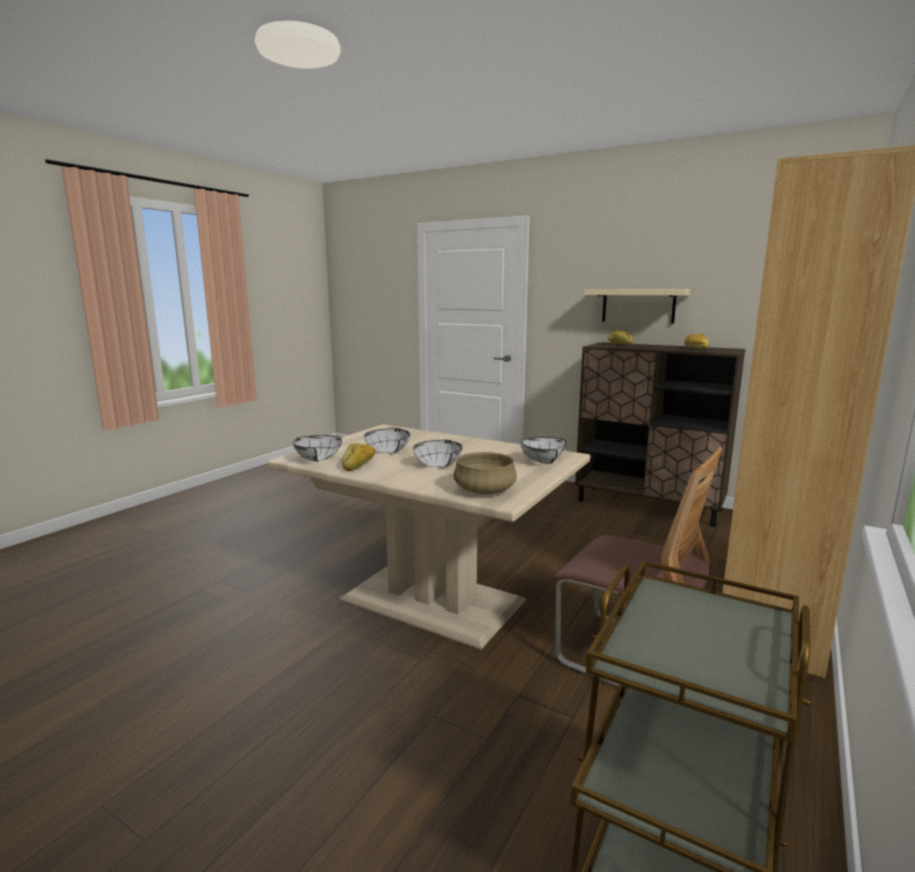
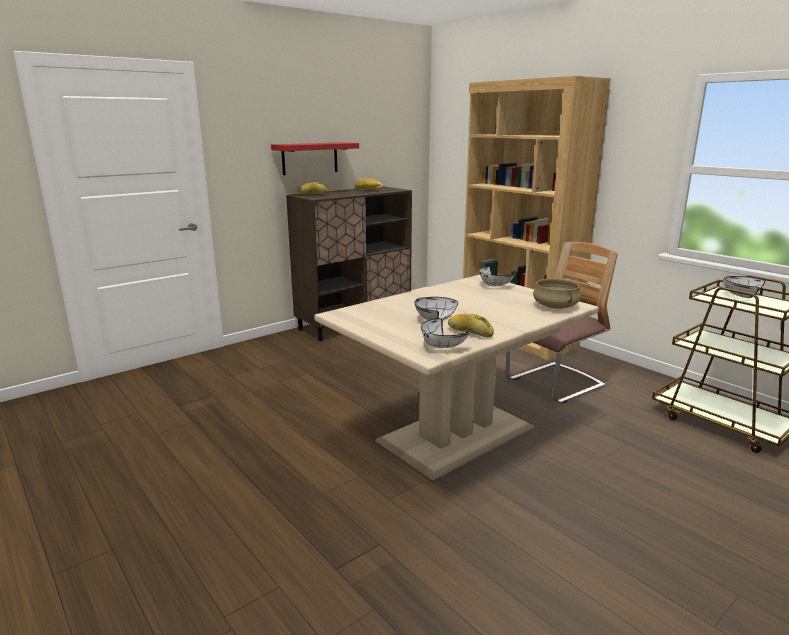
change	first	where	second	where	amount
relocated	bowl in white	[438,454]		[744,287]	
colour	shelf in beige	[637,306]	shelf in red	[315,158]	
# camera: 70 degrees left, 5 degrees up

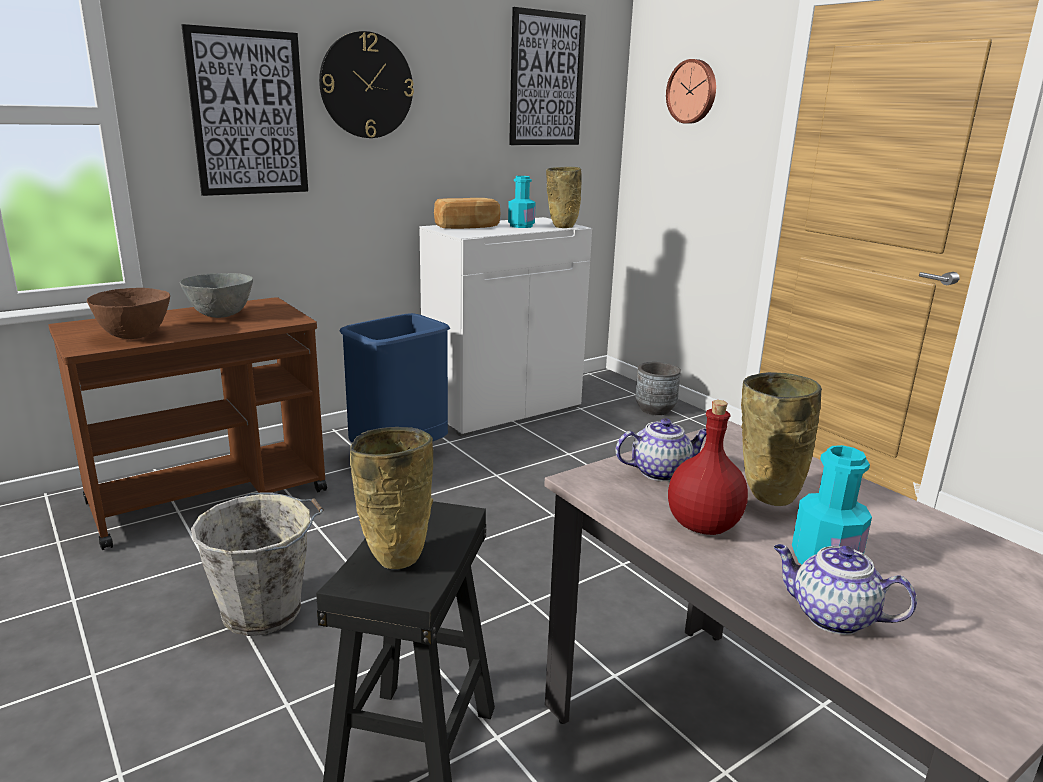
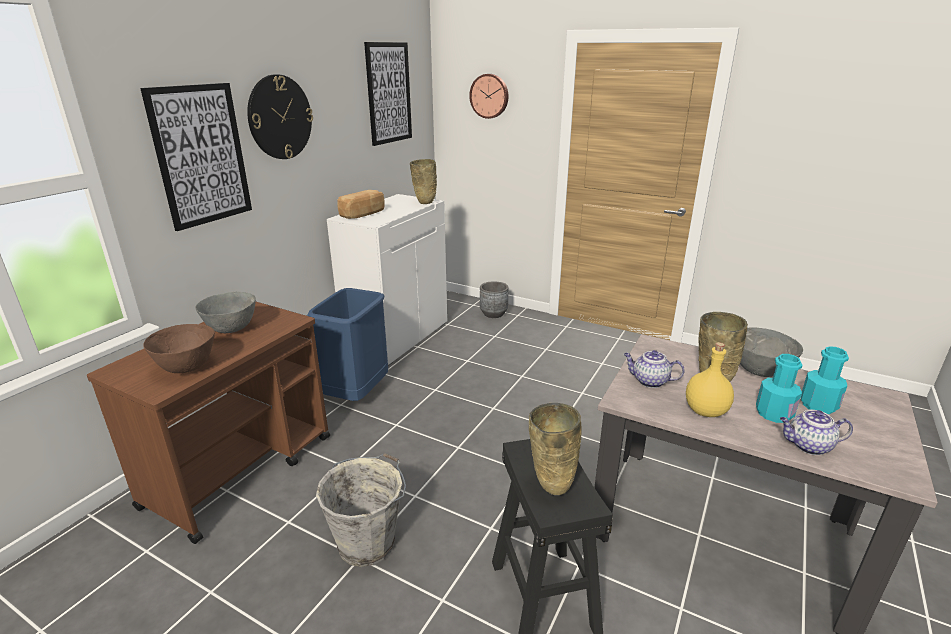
change	first	where	second	where	amount
appeared			bowl in grey	[771,352]	
relocated	bottle in turquoise	[522,202]		[825,380]	
colour	bottle in red	[708,467]	bottle in yellow	[710,379]	
spun	teapot	[660,449]		[654,369]	120 degrees counterclockwise
# camera: 25 degrees left, 5 degrees up

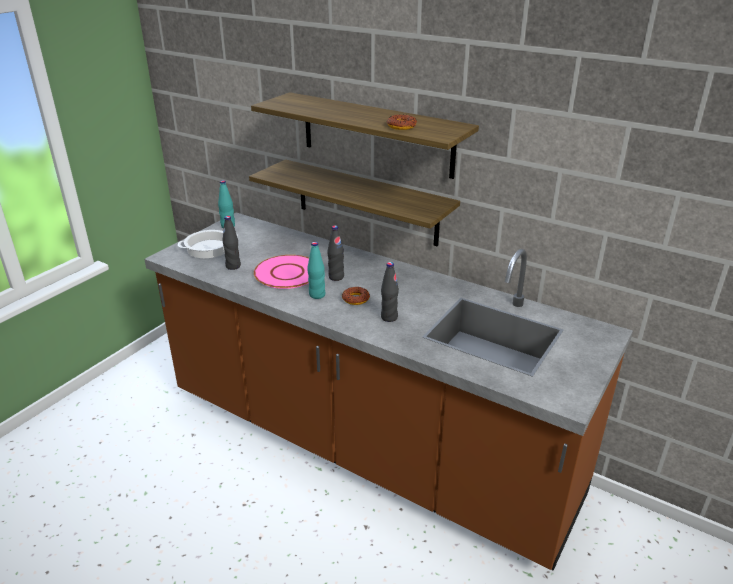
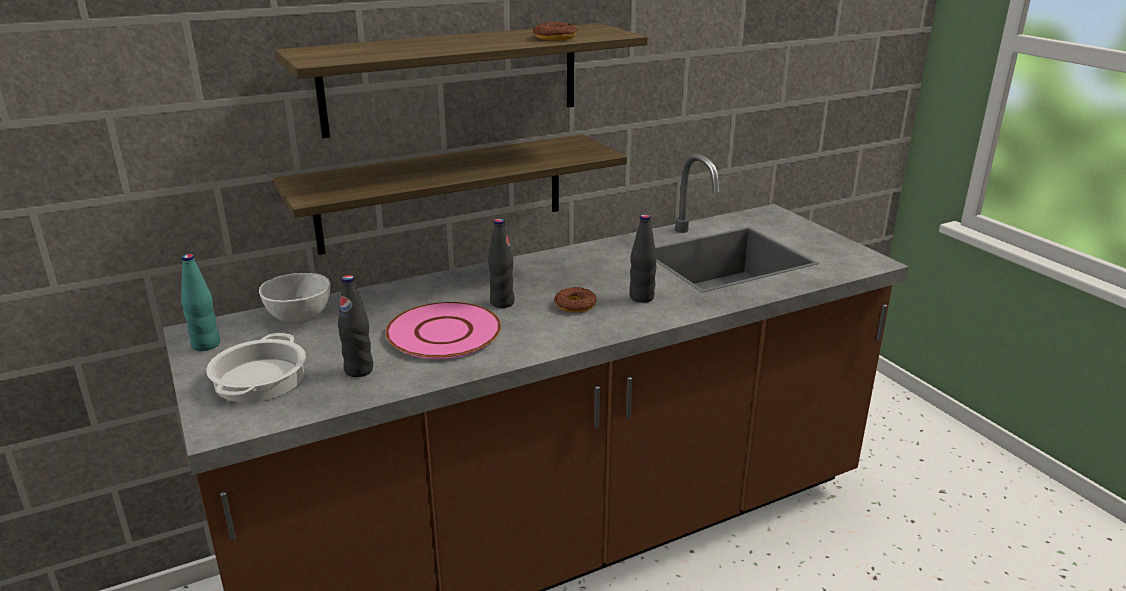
change	first	where	second	where	amount
missing	bottle in turquoise	[316,270]			
appeared			bowl in white	[295,298]	
# camera: 60 degrees left, 5 degrees down

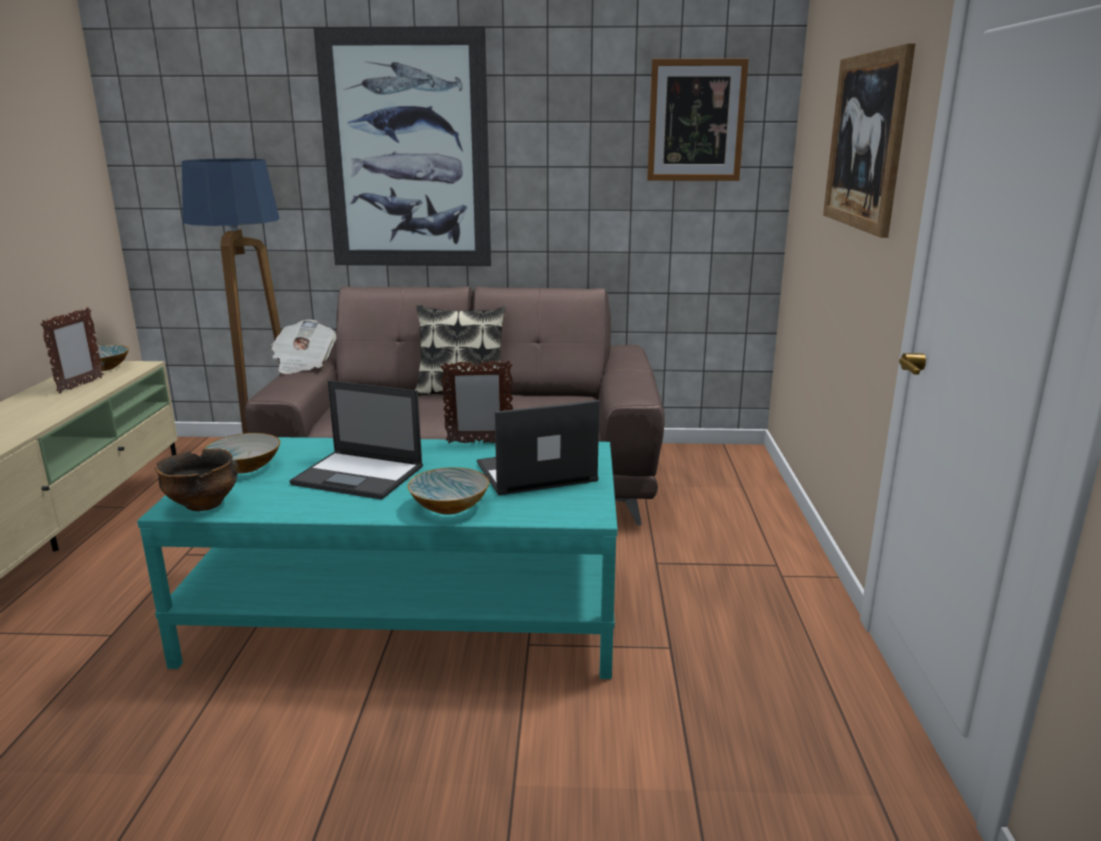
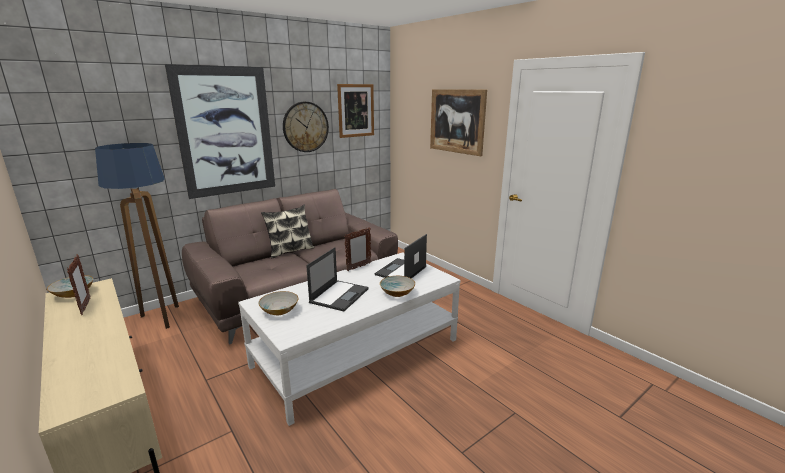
change	first	where	second	where	amount
missing	bowl	[196,480]			
missing	newspaper	[304,347]			
appeared			wall clock	[306,127]	
colour	coffee table in turquoise	[377,558]	coffee table in white	[349,339]	
spun	laptop	[356,440]		[337,279]	45 degrees counterclockwise
# camera: 40 degrees left, 0 degrees up

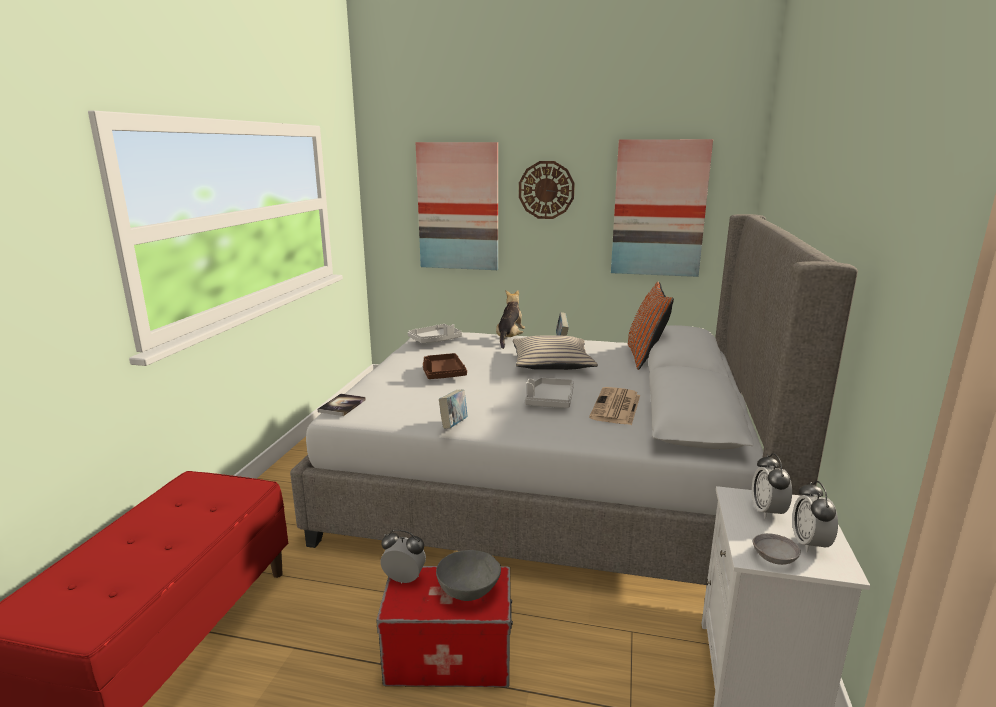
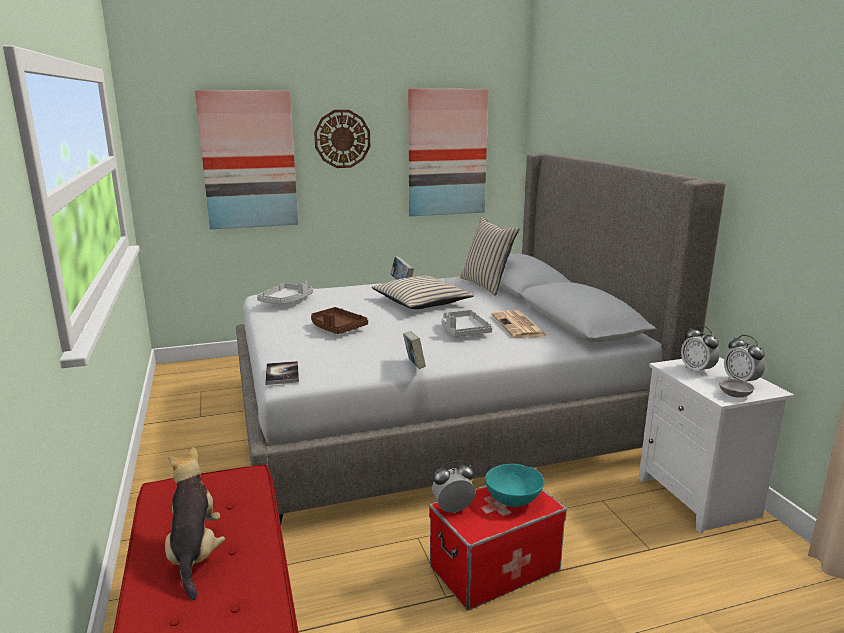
change	first	where	second	where	amount
relocated	plush toy	[510,319]		[195,523]	
colour	bowl in grey	[468,575]	bowl in turquoise	[514,485]	
colour	pillow in orange	[651,326]	pillow in beige	[490,256]	
# camera: 30 degrees left, 0 degrees up

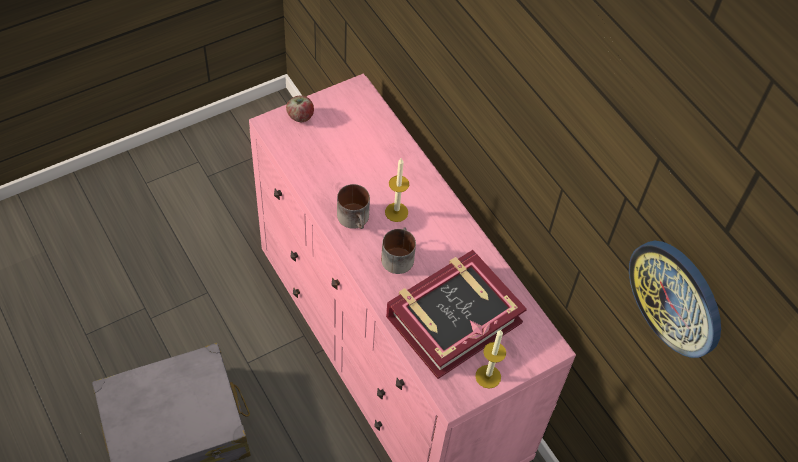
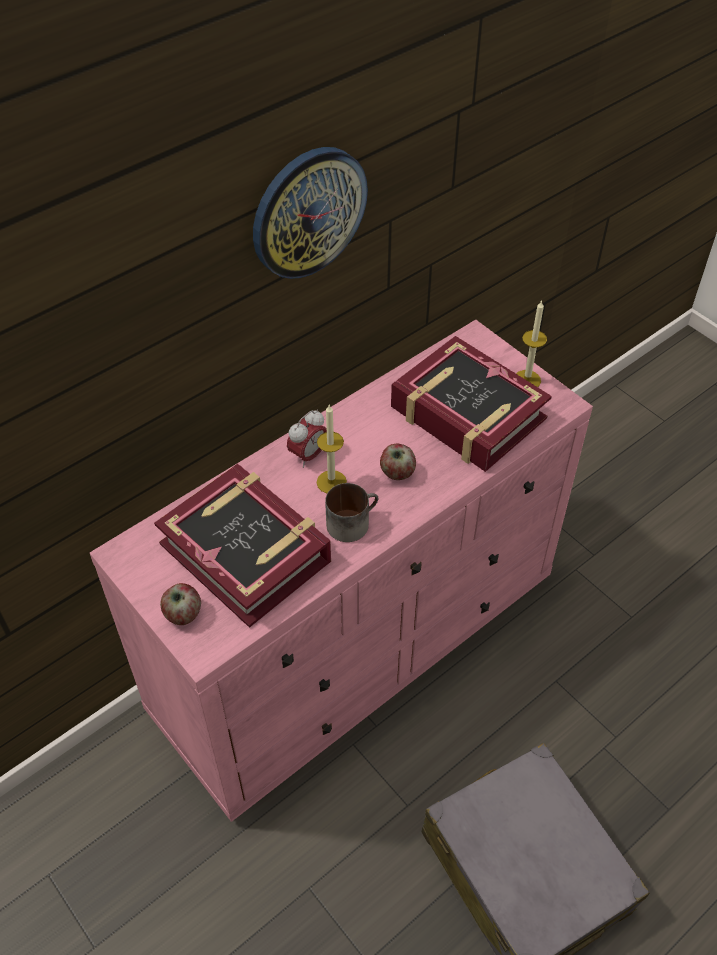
change	first	where	second	where	amount
appeared			book	[242,546]	
appeared			alarm clock	[307,439]	
relocated	wall clock	[675,299]		[310,213]	
exchanged	mug	[398,251]	apple	[398,462]	
# camera: 95 degrees left, 5 degrees down

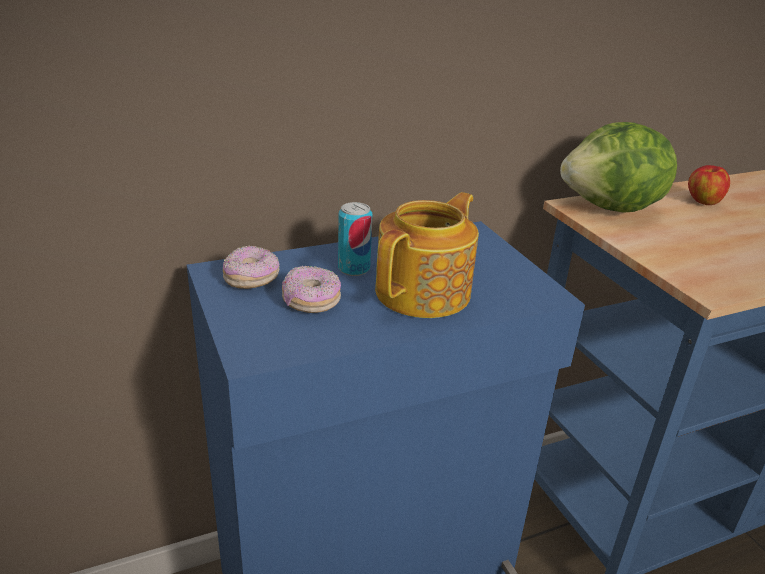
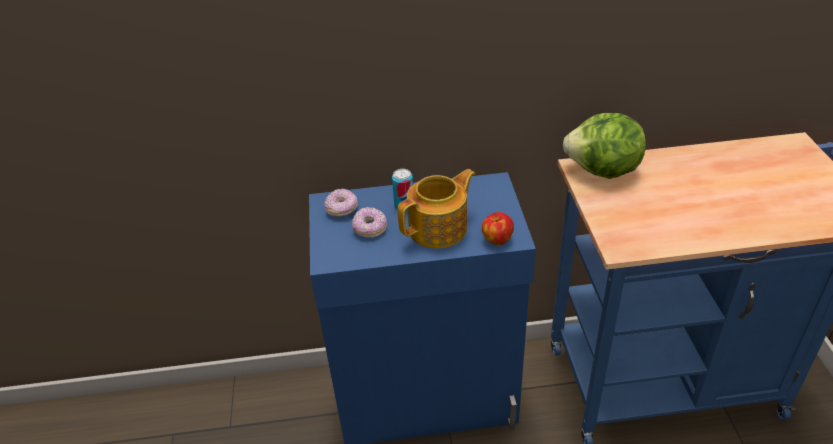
change	first	where	second	where	amount
relocated	apple	[709,185]		[498,228]	
# camera: 20 degrees right, 10 degrees up

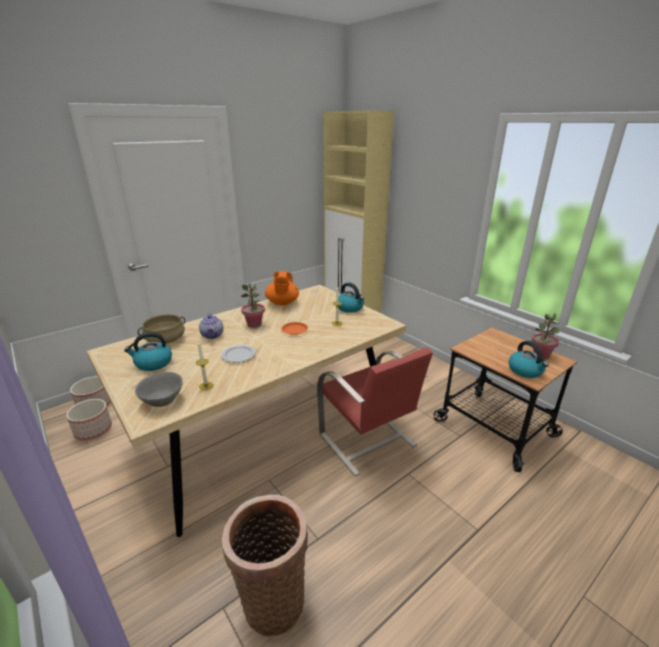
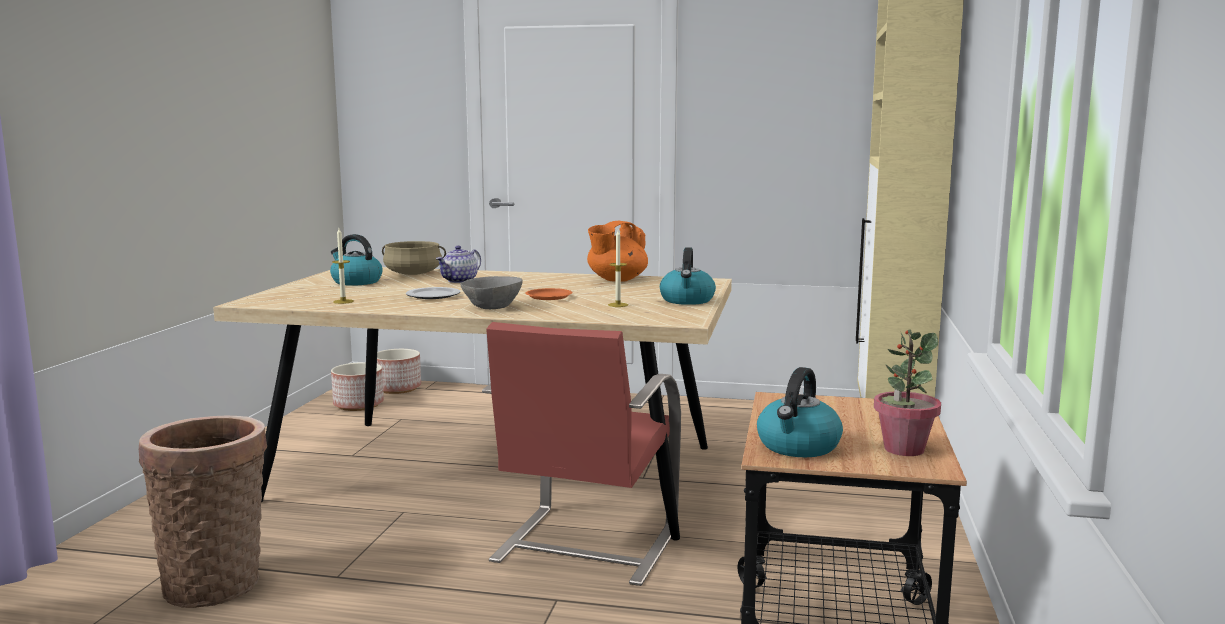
change	first	where	second	where	amount
missing	potted plant	[253,306]			
relocated	bowl in grey	[158,389]		[491,292]	
# camera: 50 degrees right, 15 degrees down

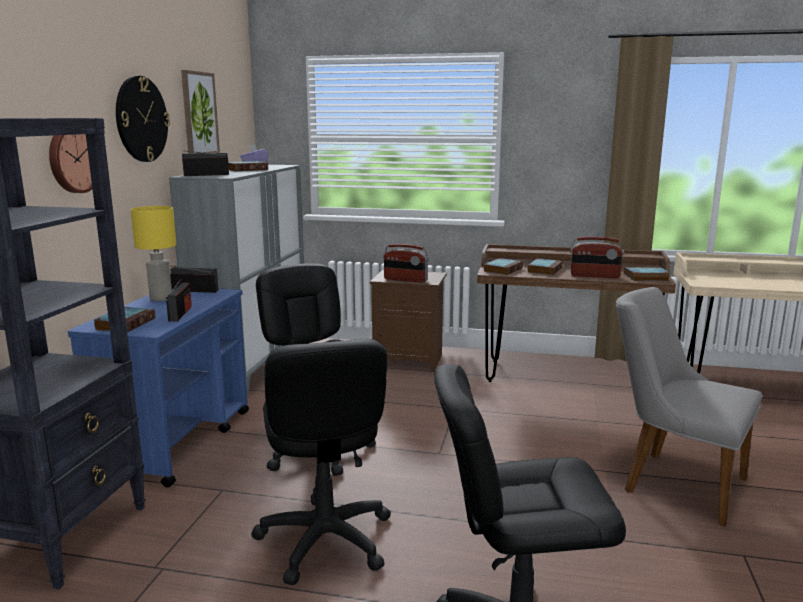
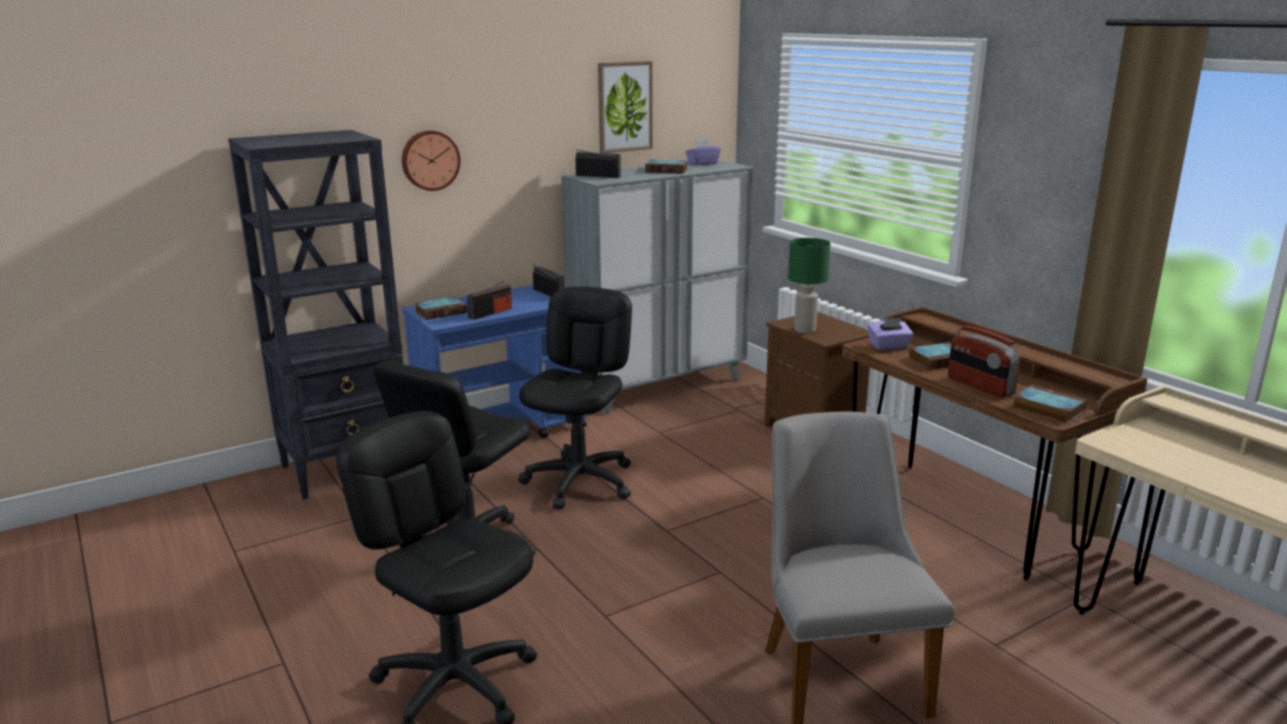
change	first	where	second	where	amount
missing	wall clock	[143,119]			
missing	table lamp in yellow	[154,253]			
exchanged	radio	[406,263]	table lamp in green	[809,286]	
exchanged	book	[503,266]	tissue box in purple	[890,334]	
# camera: 45 degrees right, 5 degrees up

